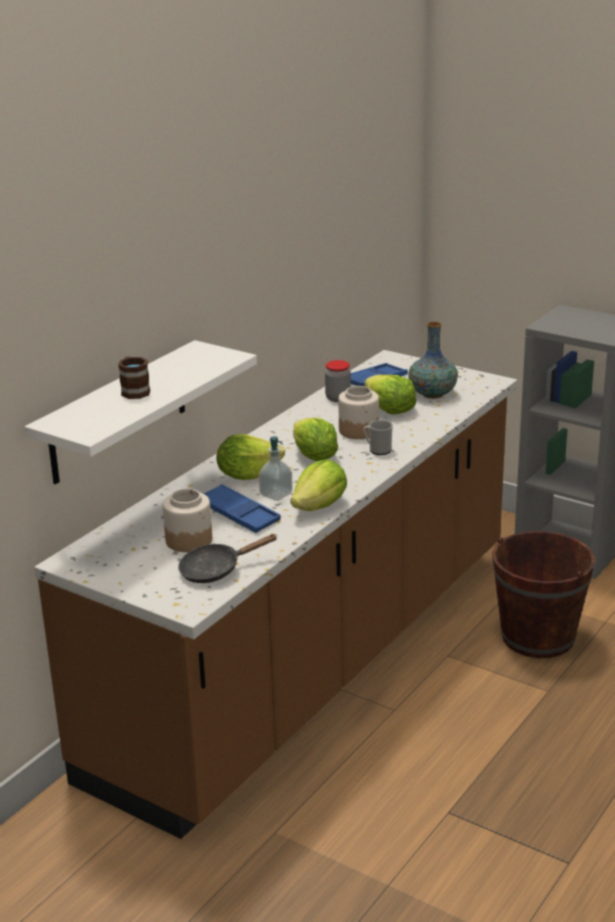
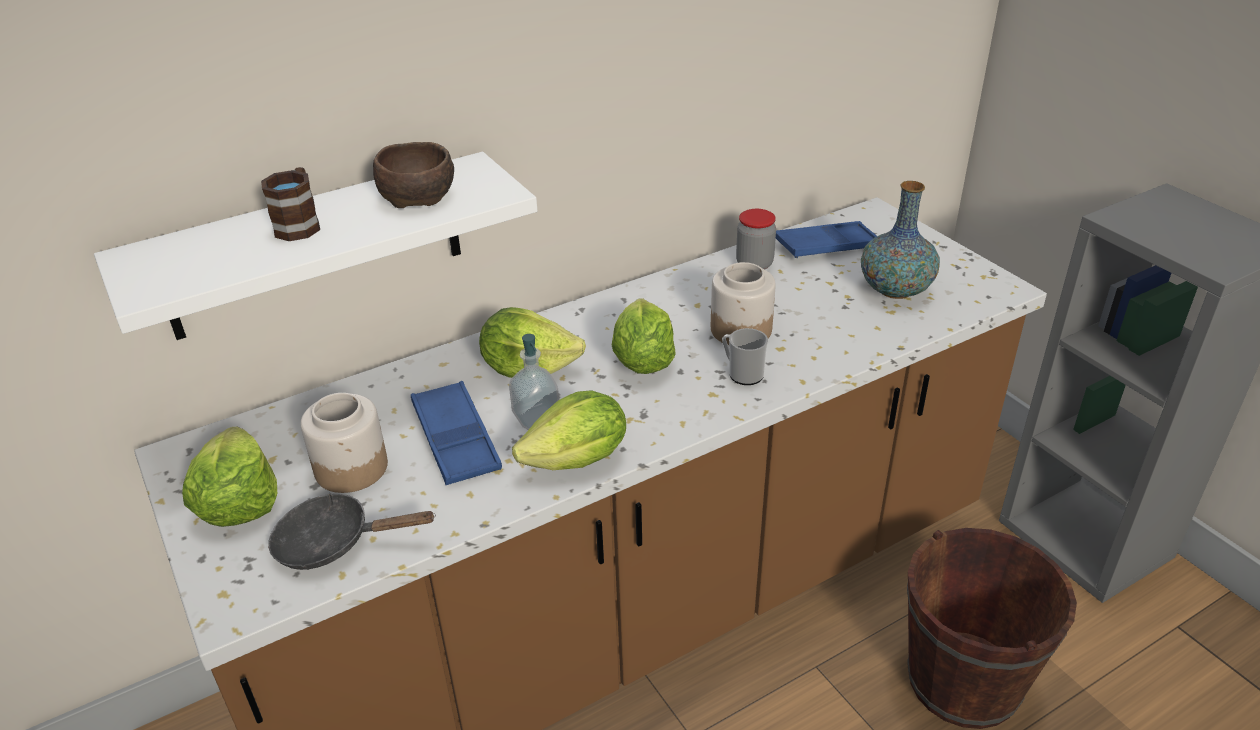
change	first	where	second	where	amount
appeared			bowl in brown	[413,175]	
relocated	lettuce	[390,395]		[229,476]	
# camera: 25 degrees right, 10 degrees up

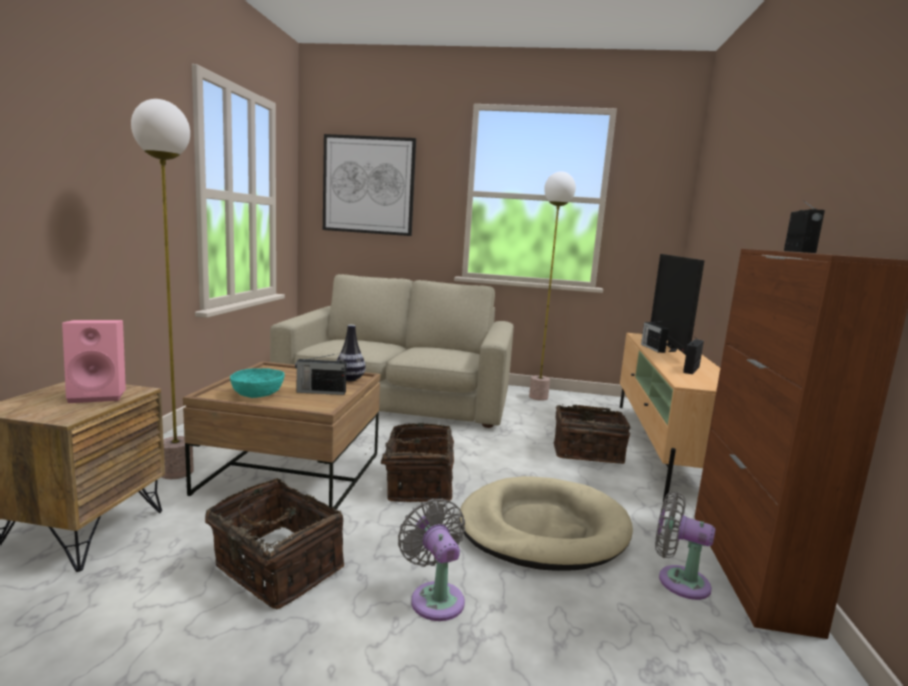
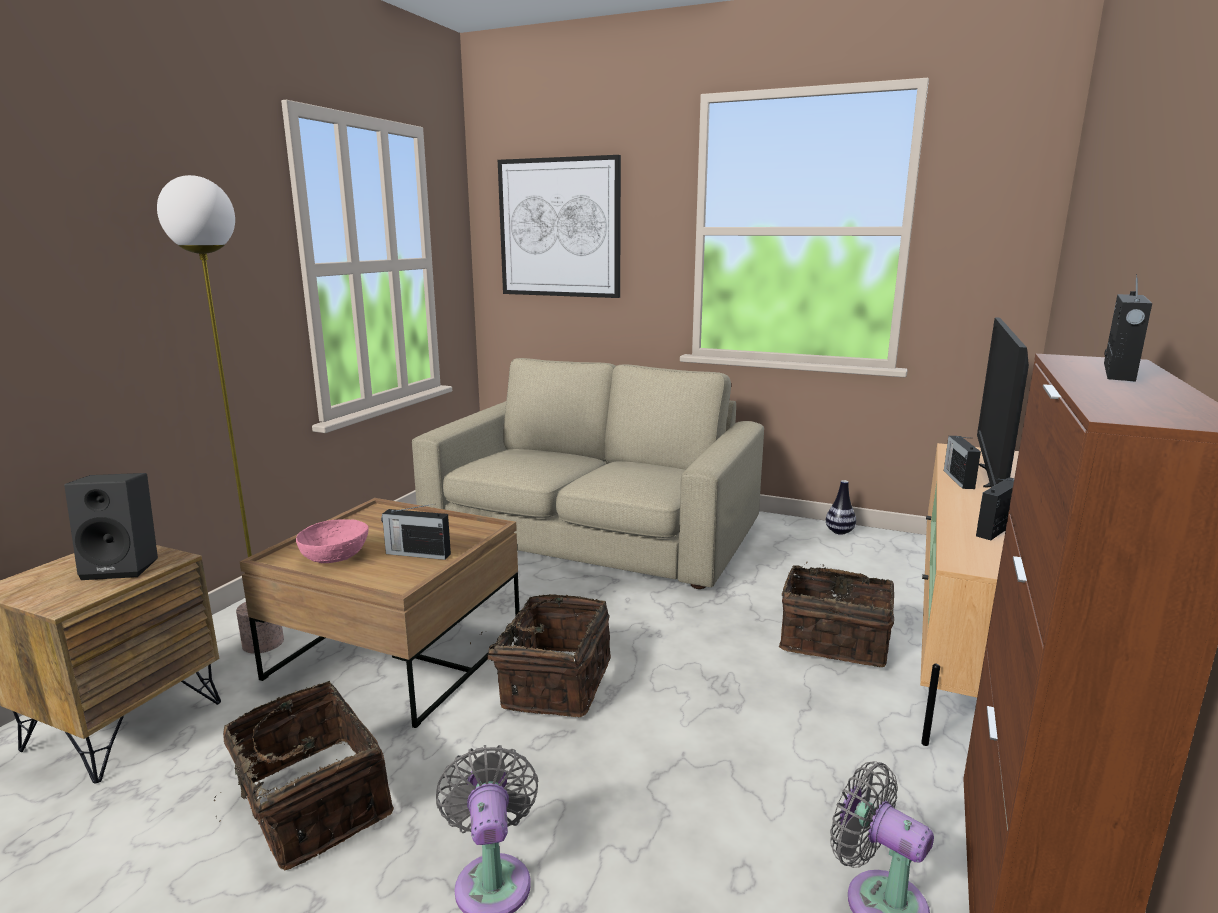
change	first	where	second	where	amount
missing	dog bed in beige	[546,523]			
missing	floor lamp	[552,286]			
relocated	vase	[351,353]		[841,507]	
colour	speaker in pink	[94,361]	speaker in black	[111,526]	
colour	bowl in turquoise	[257,383]	bowl in pink	[332,541]	
# camera: 15 degrees right, 5 degrees up

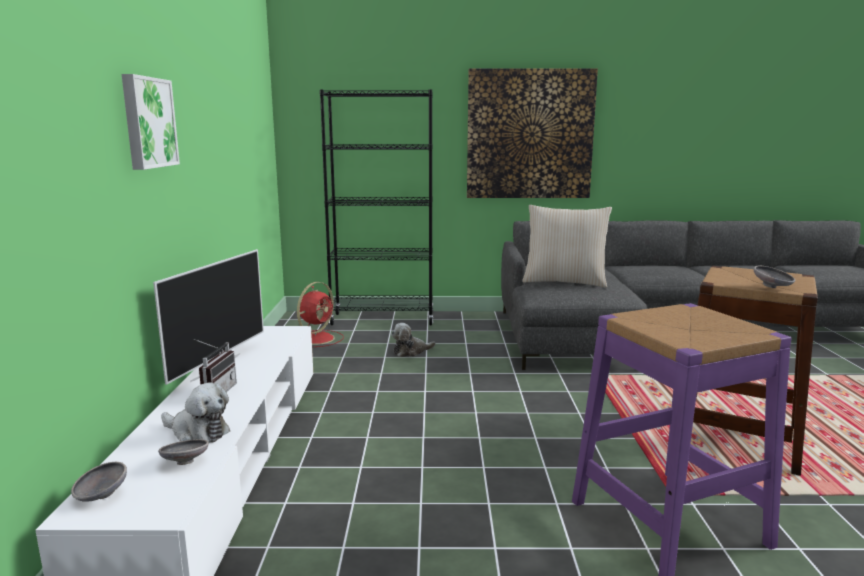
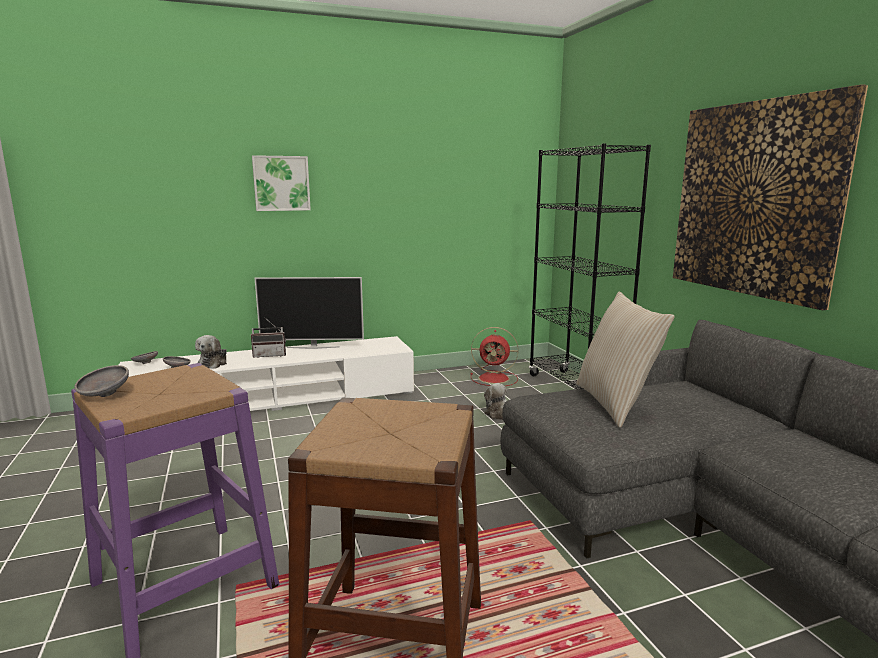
change	first	where	second	where	amount
relocated	bowl in grey	[774,277]		[101,381]	
# camera: 70 degrees right, 0 degrees up

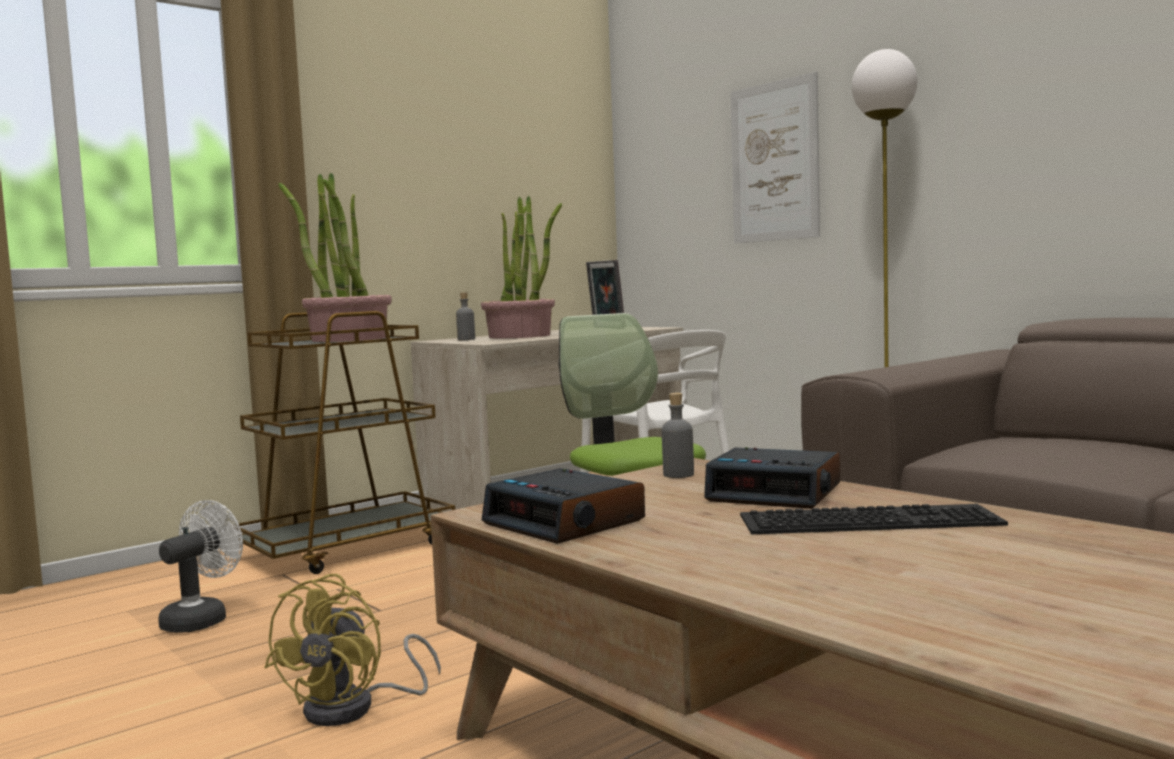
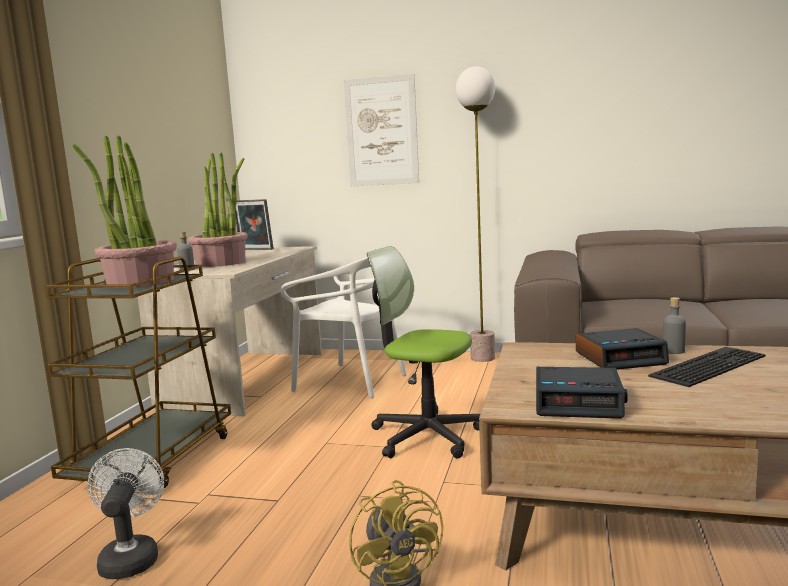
change	first	where	second	where	amount
relocated	bottle in grey	[678,435]		[674,325]	
# camera: 35 degrees left, 5 degrees up

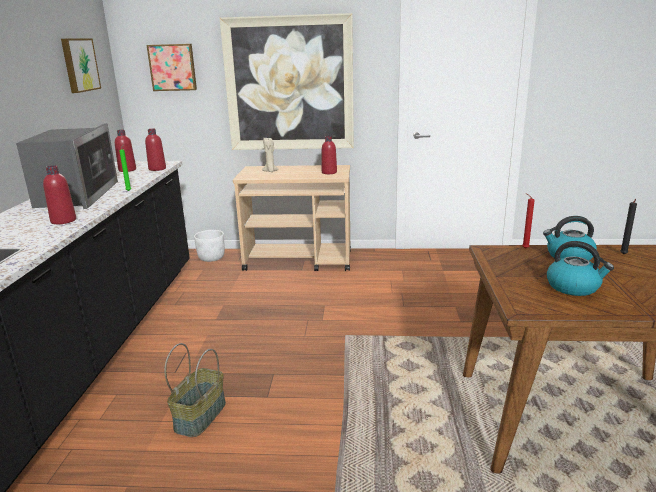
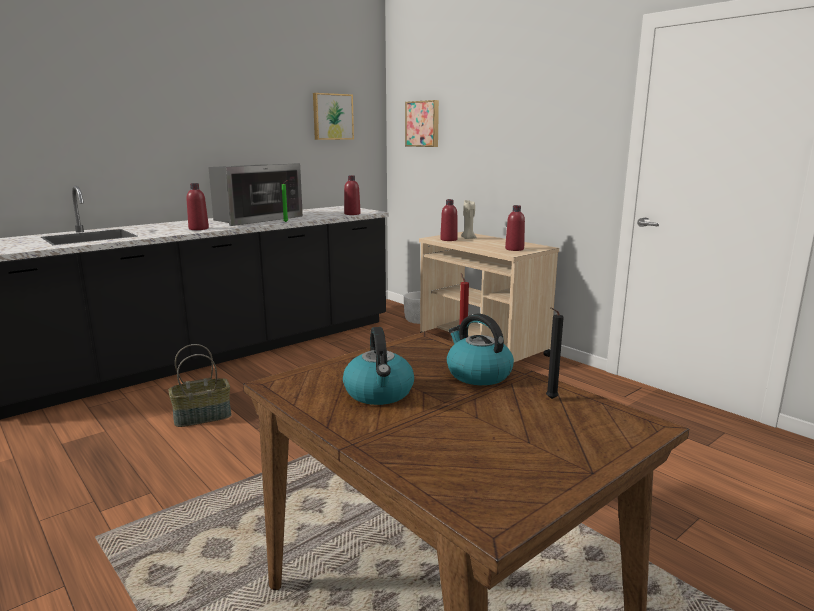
change	first	where	second	where	amount
missing	picture	[287,81]			
relocated	bottle in red	[125,151]		[449,220]	
# camera: 45 degrees right, 5 degrees down

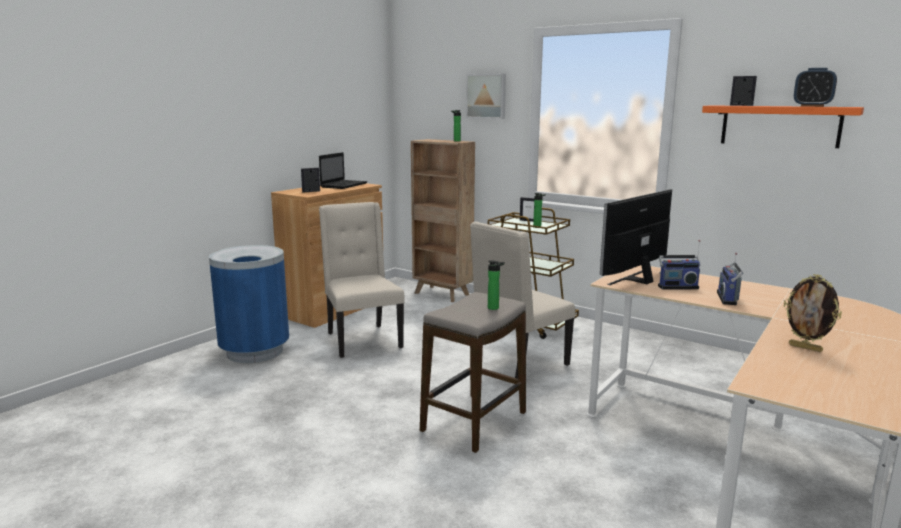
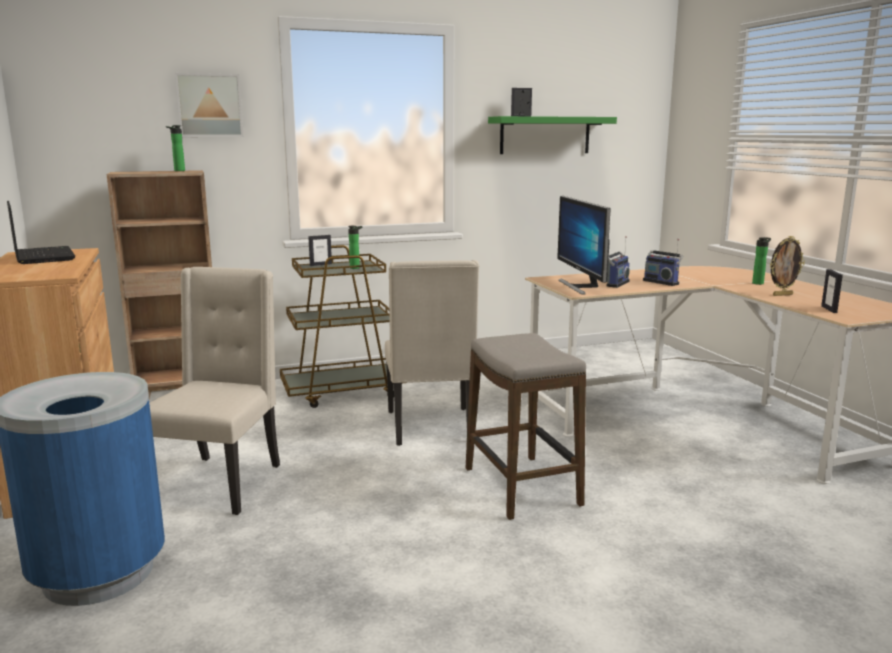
change	first	where	second	where	amount
missing	alarm clock	[815,87]			
relocated	picture frame	[310,180]		[832,291]	
relocated	bottle	[496,285]		[761,261]	
colour	shelf in orange	[783,126]	shelf in green	[552,135]	
spun	chair in beige	[362,280]		[214,391]	90 degrees clockwise
# camera: 55 degrees left, 0 degrees up

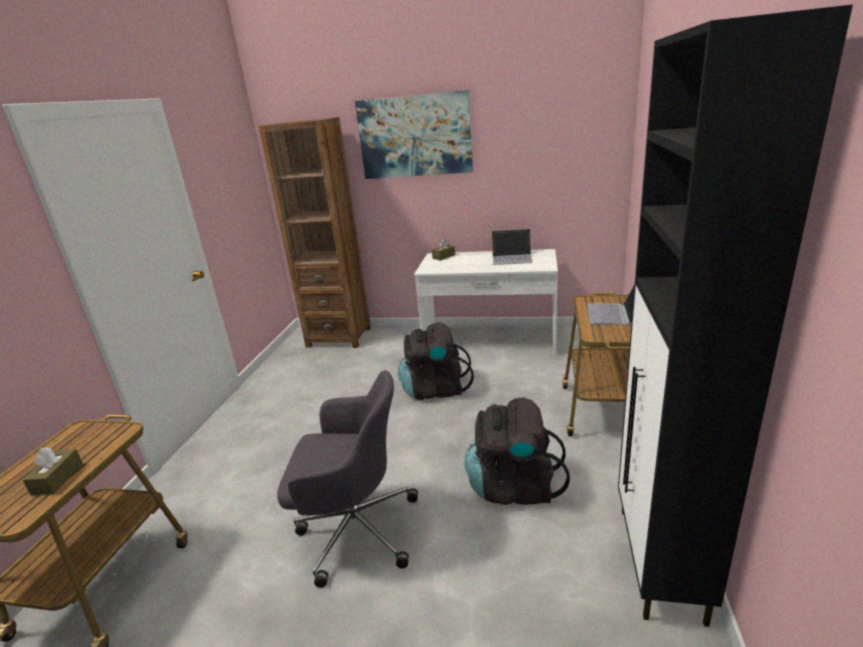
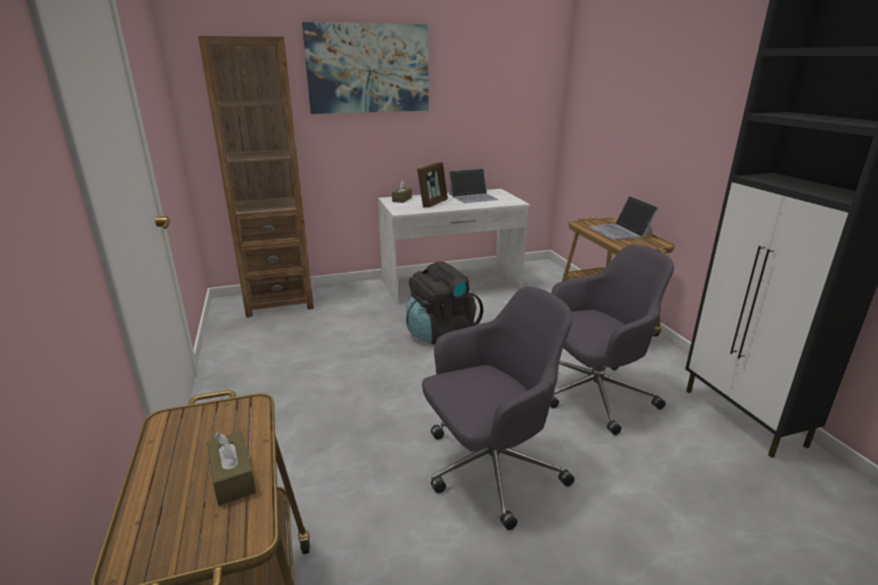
change	first	where	second	where	amount
appeared			picture frame	[432,185]	
exchanged	backpack in black	[517,451]	office chair in grey	[612,339]	
# camera: 30 degrees left, 0 degrees up

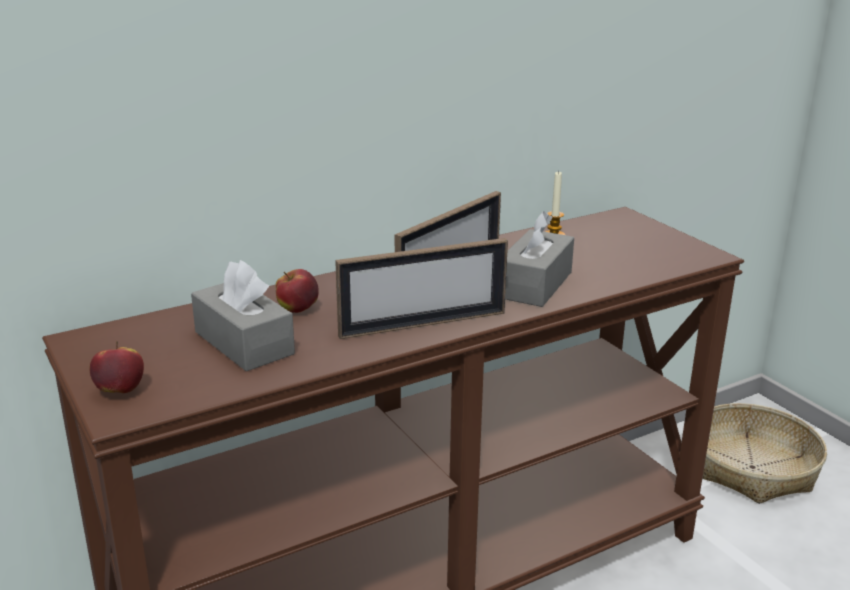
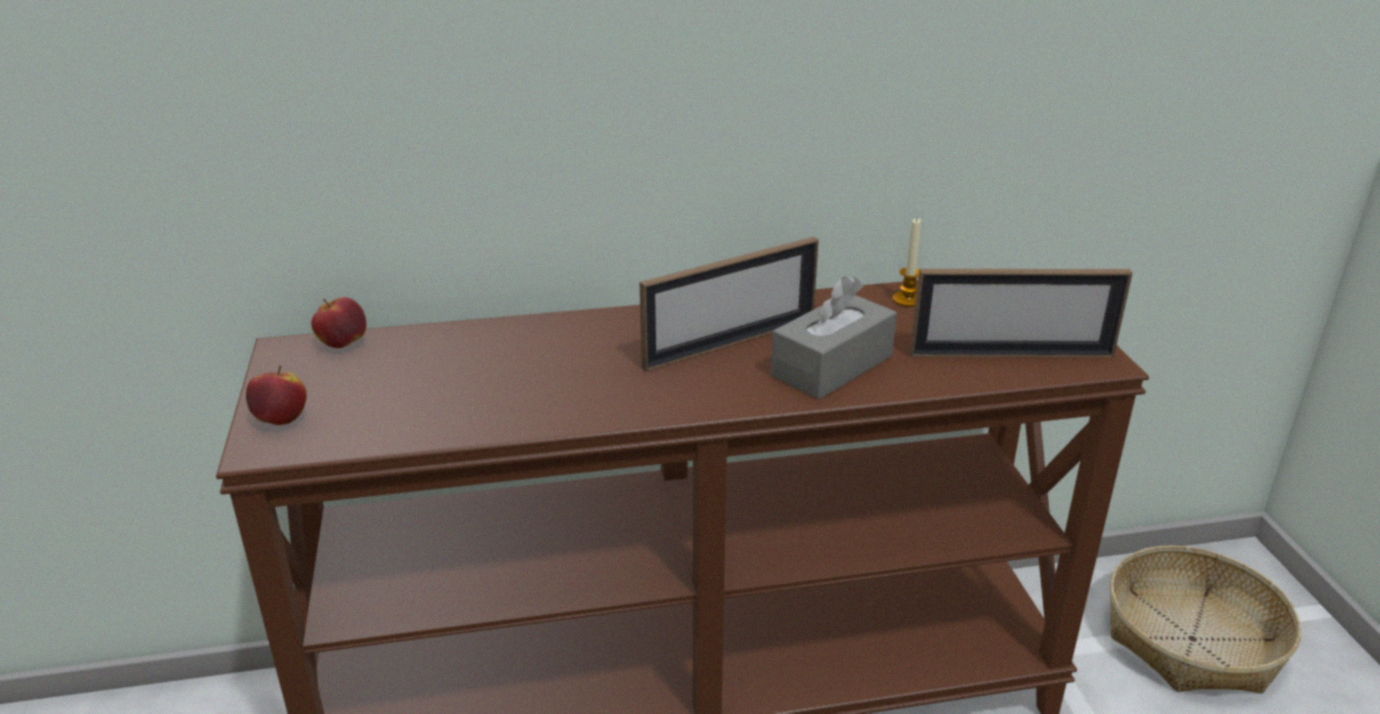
change	first	where	second	where	amount
missing	tissue box in grey	[243,315]			
relocated	apple	[297,291]		[338,322]	
relocated	picture frame	[421,288]		[1021,313]	
# camera: 20 degrees right, 5 degrees up

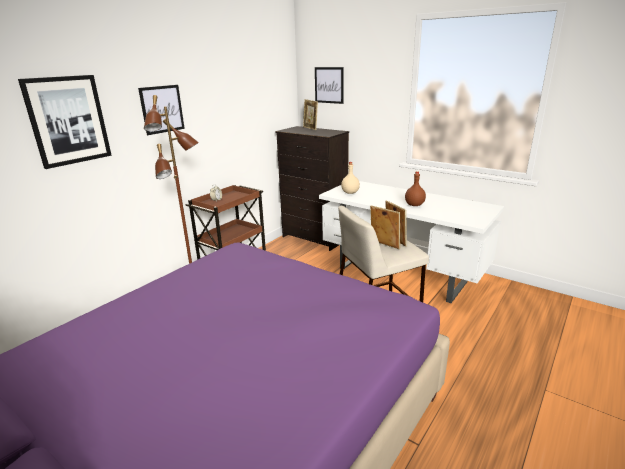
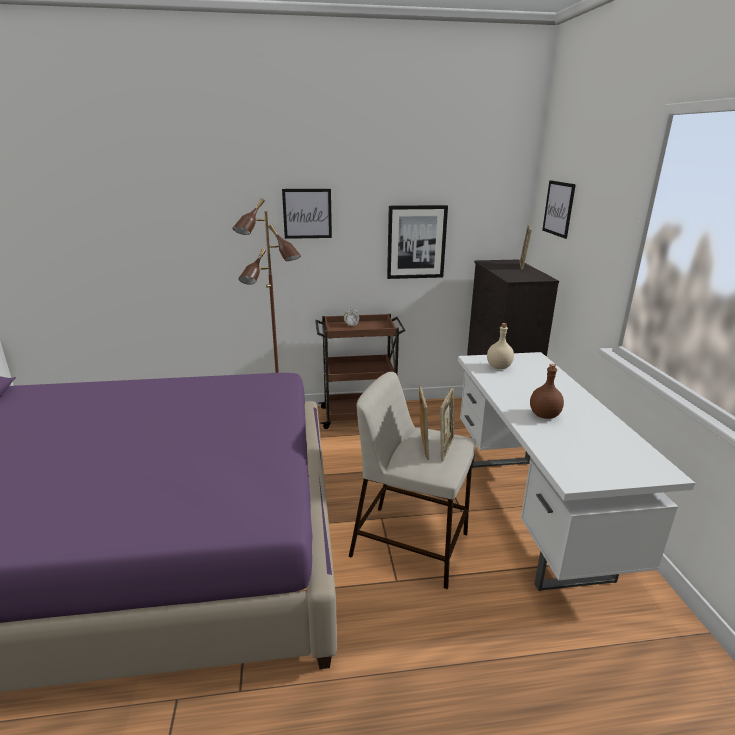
change	first	where	second	where	amount
relocated	picture	[65,122]		[417,242]	
# camera: 45 degrees right, 0 degrees up

